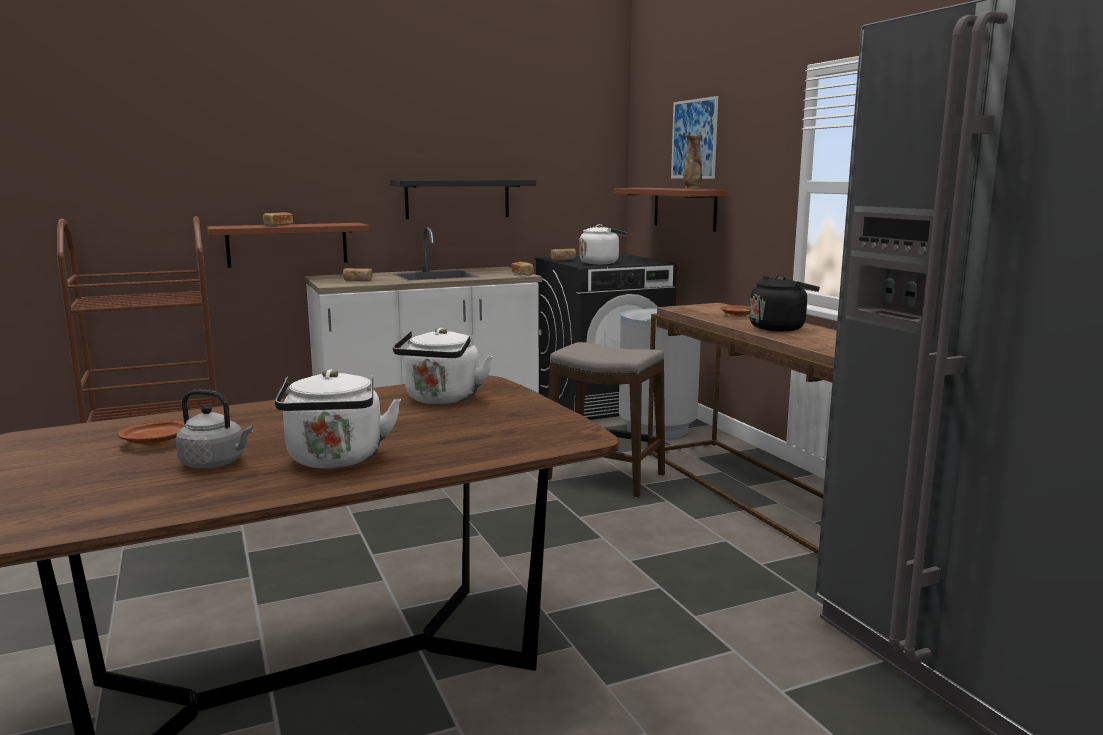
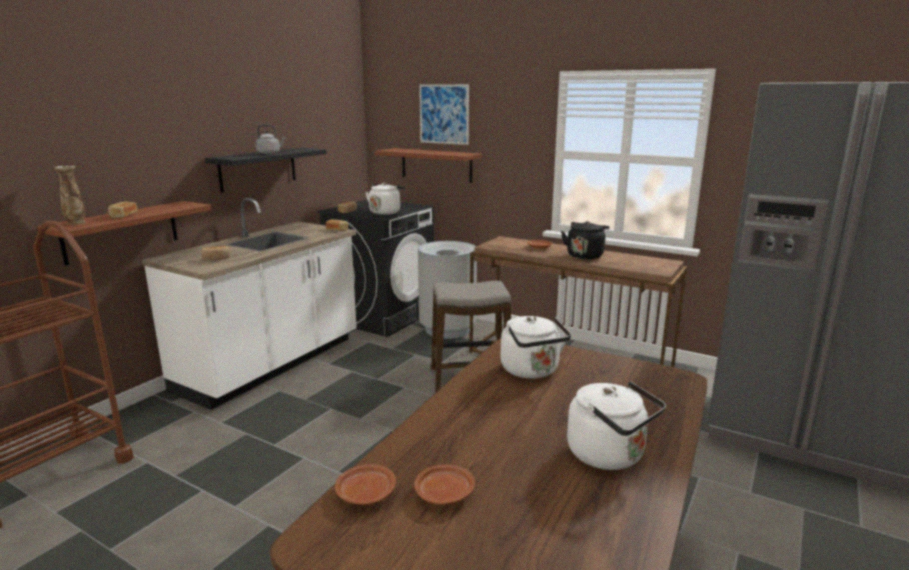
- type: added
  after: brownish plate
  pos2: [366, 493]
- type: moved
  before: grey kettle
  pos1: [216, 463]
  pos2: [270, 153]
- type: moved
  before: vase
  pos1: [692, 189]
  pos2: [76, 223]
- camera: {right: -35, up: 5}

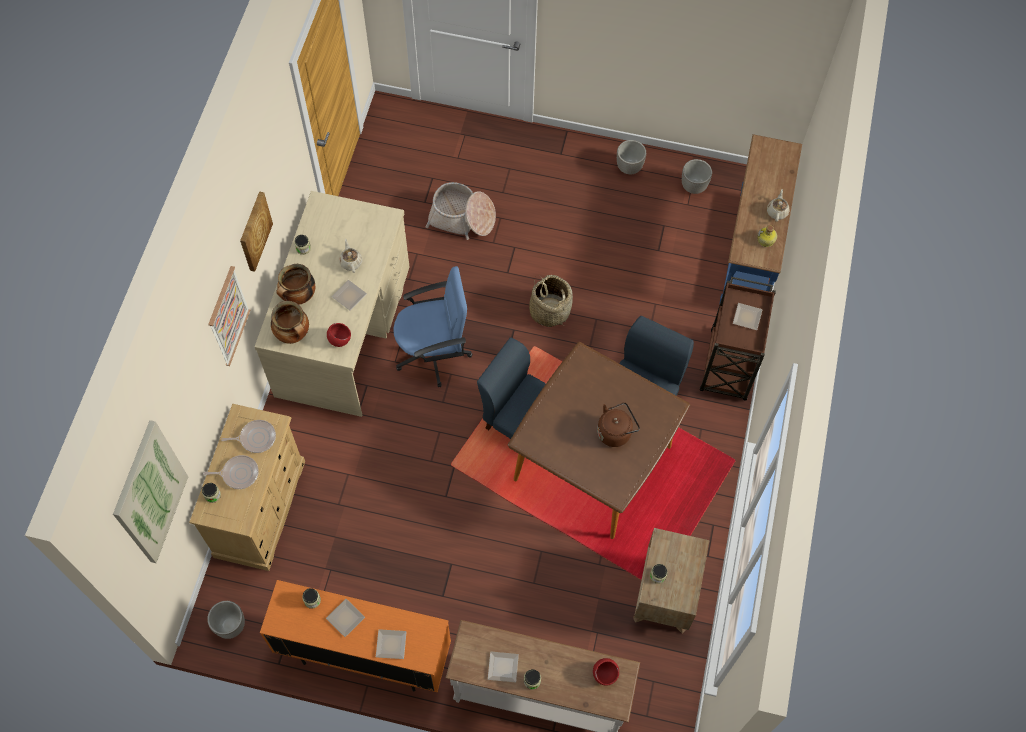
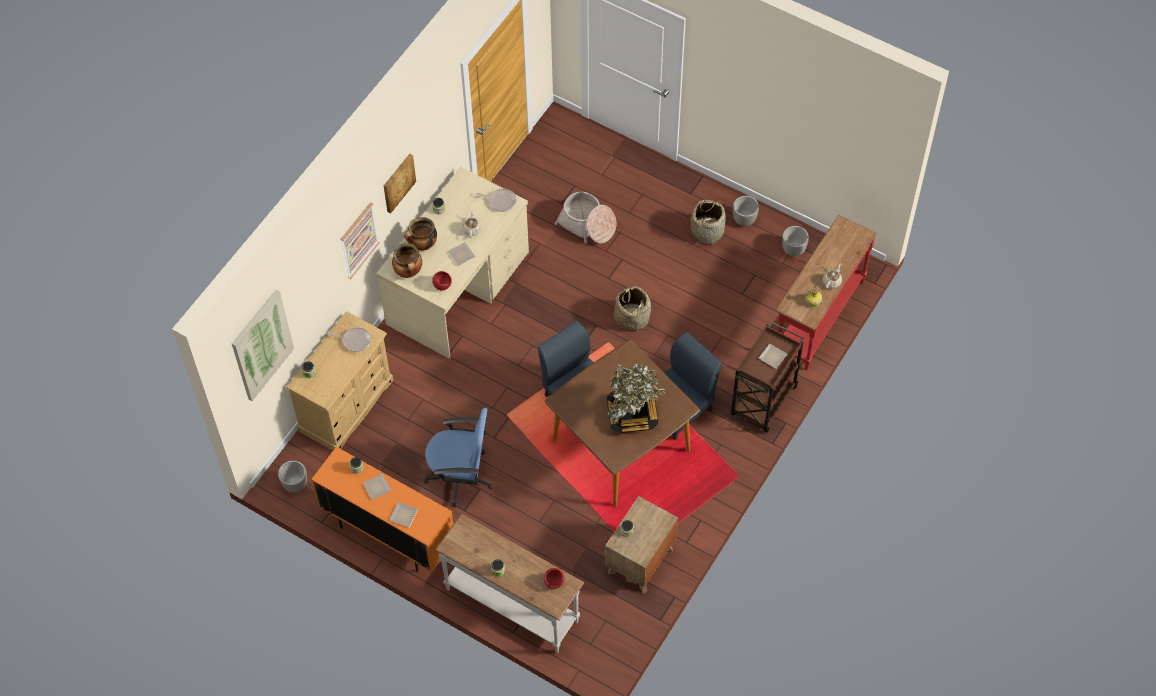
- type: removed
  before: plate
  pos1: [504, 666]
- type: added
  after: household basket
  pos2: [707, 231]
- type: moved
  before: frying pan
  pos1: [238, 473]
  pos2: [501, 201]
- type: moved
  before: bluish computer chair
  pos1: [434, 352]
  pos2: [461, 476]
- type: replaced
  before: brownish kettle
  after: houseplant
  pos1: [616, 432]
  pos2: [632, 414]
- type: recoloured
  before: bluish hall table
  after: reddish hall table
  pos1: [748, 253]
  pos2: [818, 317]
- camera: {right: 20, up: -5}

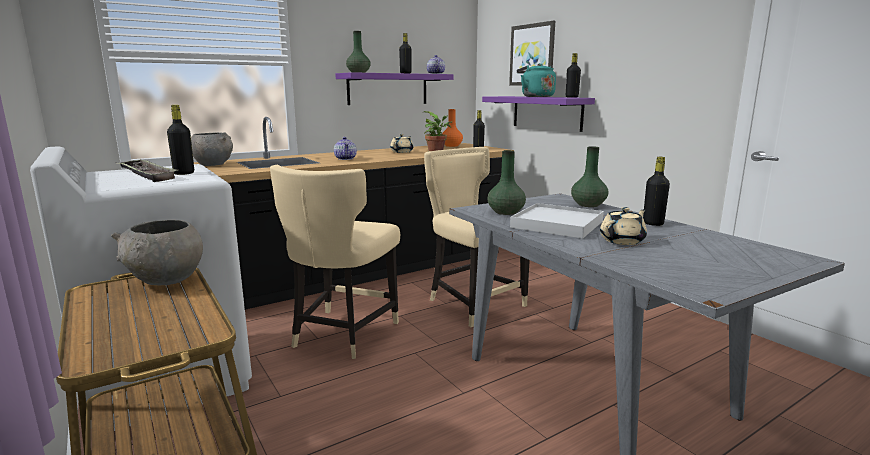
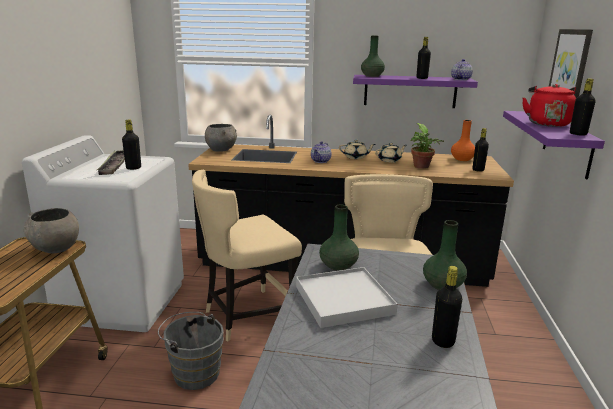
- type: added
  after: grey bucket
  pos2: [194, 372]
- type: moved
  before: beige tea pot
  pos1: [623, 241]
  pos2: [356, 157]
- type: recoloured
  before: blue-green kettle
  after: reddish kettle
  pos1: [535, 96]
  pos2: [546, 123]
- camera: {right: 40, up: 5}

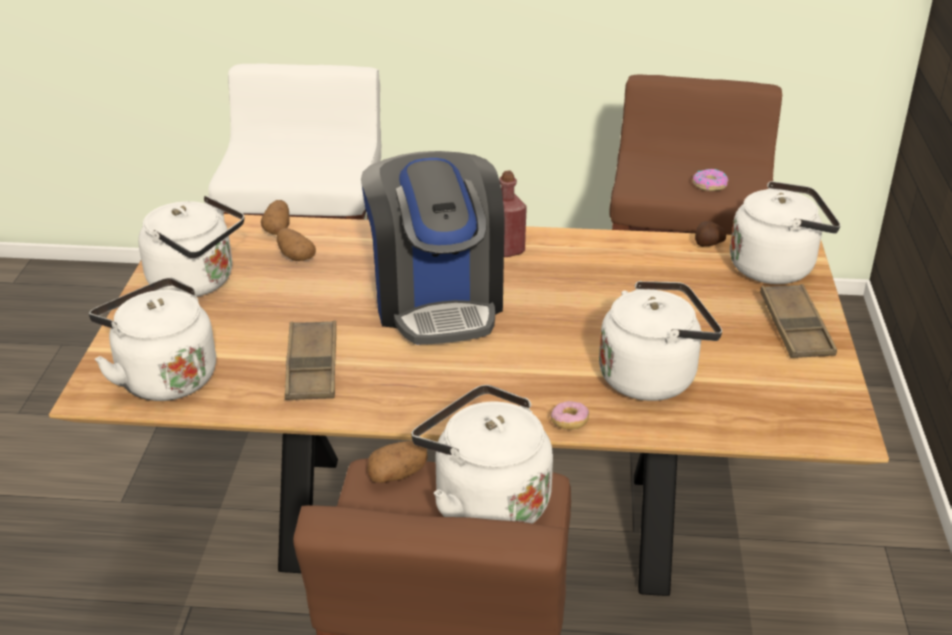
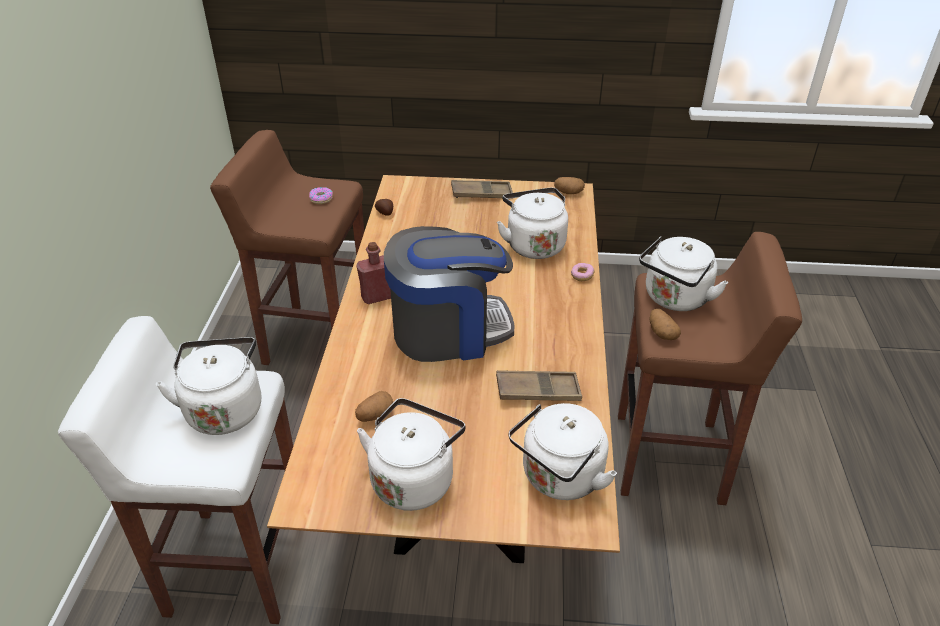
- type: moved
  before: potato
  pos1: [278, 229]
  pos2: [568, 192]
- type: moved
  before: white kettle
  pos1: [776, 267]
  pos2: [224, 408]
- camera: {right: -90, up: 5}

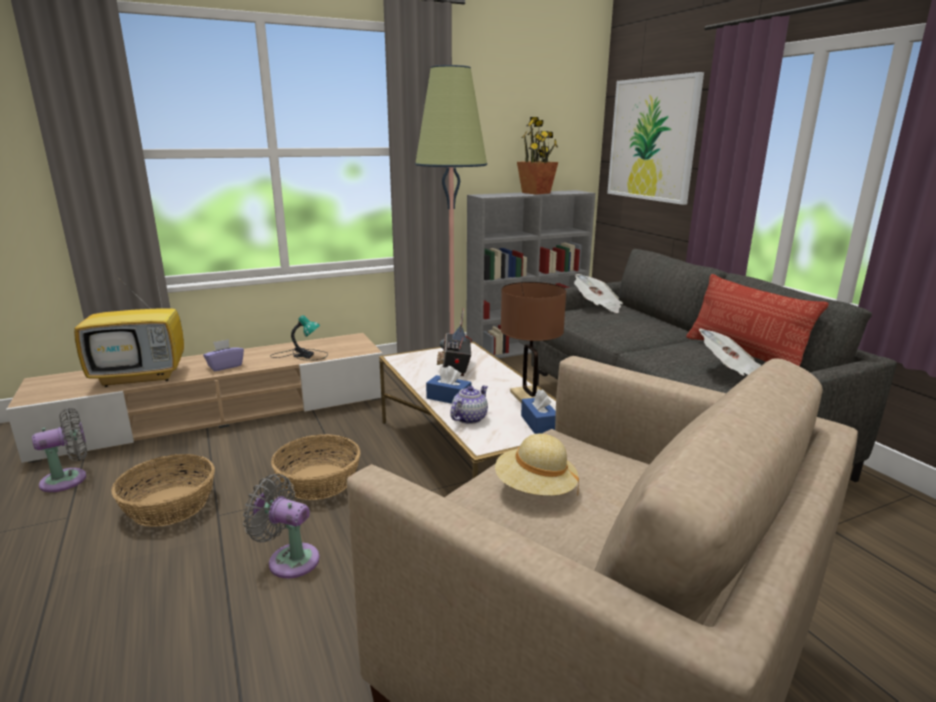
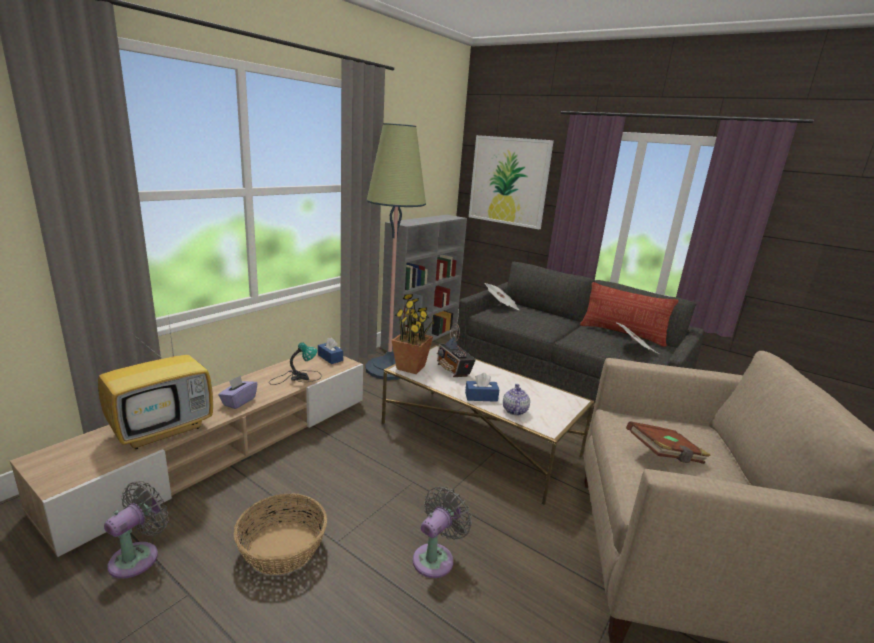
- type: removed
  before: household basket
  pos1: [319, 481]
- type: removed
  before: brownish lamp for a table
  pos1: [528, 396]
- type: moved
  before: houseplant
  pos1: [536, 193]
  pos2: [411, 367]
- type: moved
  before: bluish tissue box
  pos1: [539, 424]
  pos2: [330, 358]
- type: replaced
  before: beige wearable hat
  after: brownish volume
  pos1: [535, 489]
  pos2: [664, 456]
- type: turned
  before: grey fan
  pos1: [289, 559]
  pos2: [436, 558]
  turn: 135
- camera: {right: -30, up: 0}

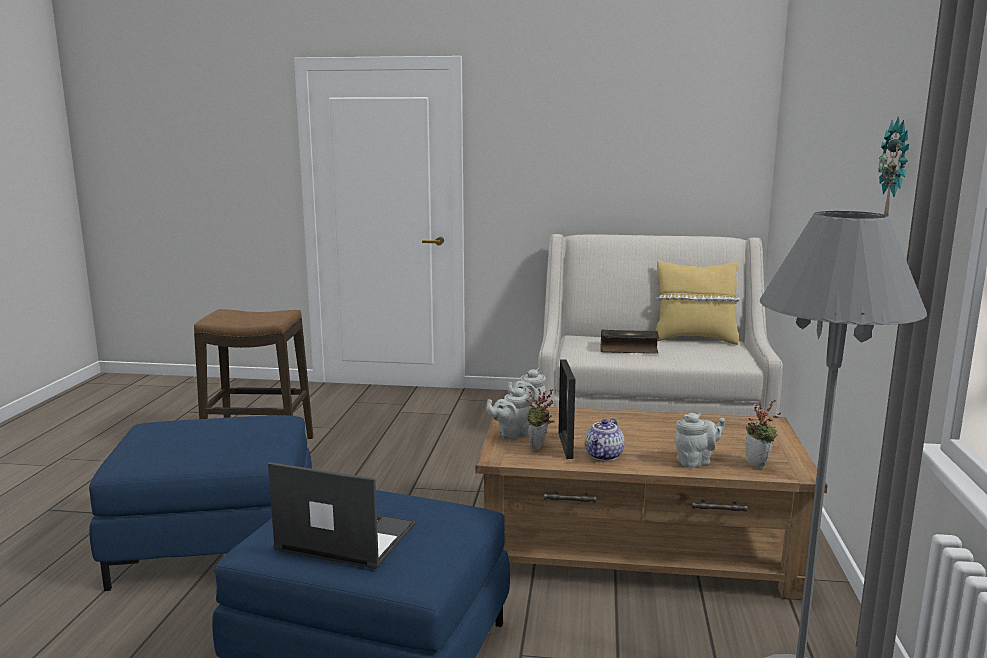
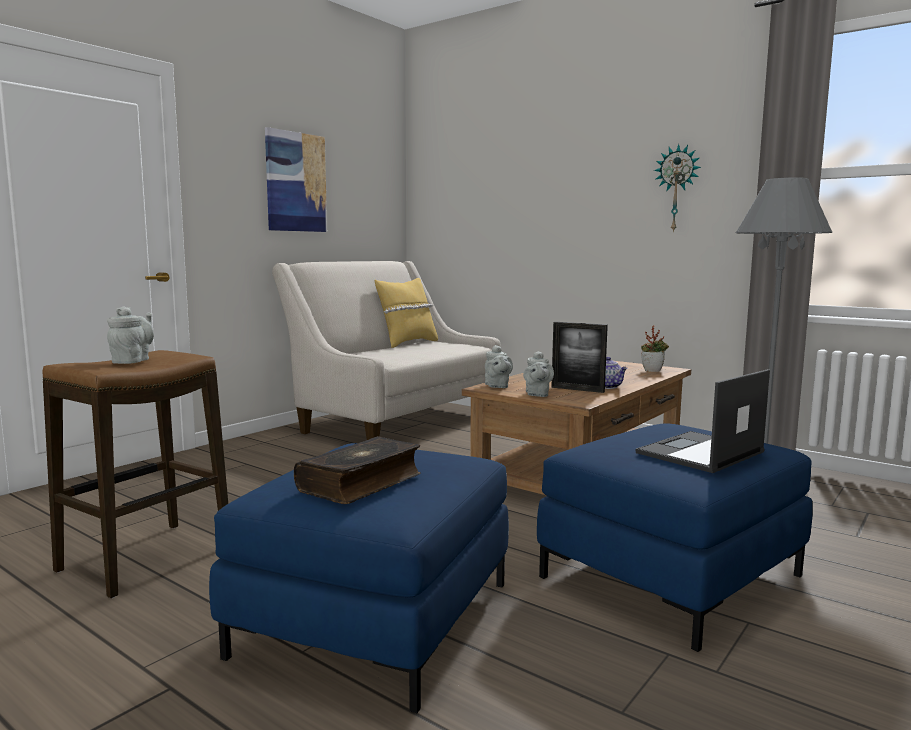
- type: removed
  before: houseplant
  pos1: [539, 447]
- type: added
  after: picture
  pos2: [296, 182]
- type: moved
  before: volume
  pos1: [628, 349]
  pos2: [361, 483]
- type: moved
  before: grey tea pot
  pos1: [696, 461]
  pos2: [133, 361]
- camera: {right: -60, up: -5}

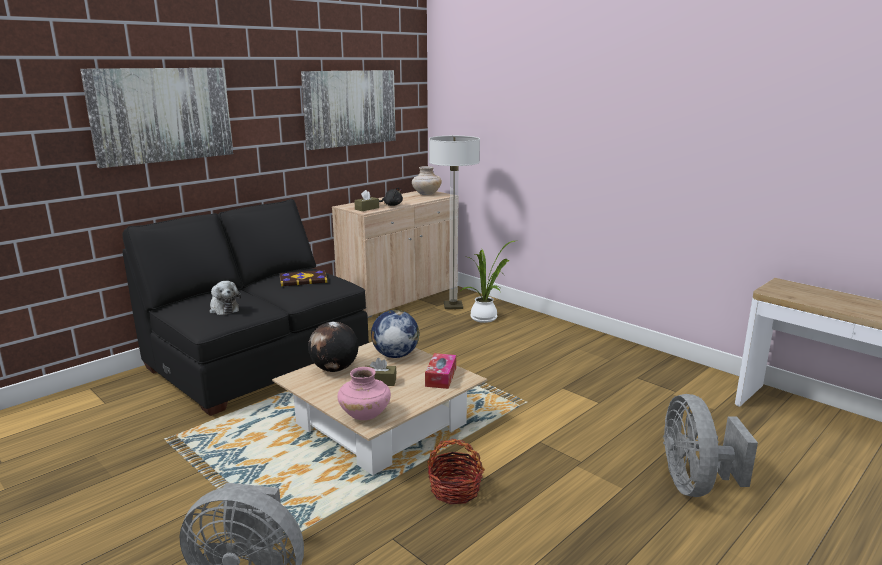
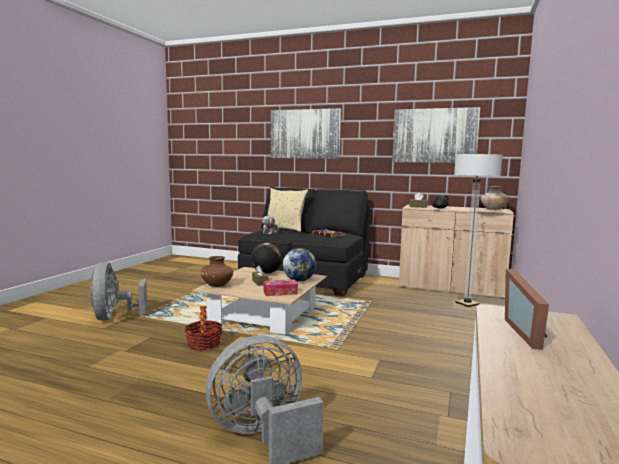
- type: removed
  before: houseplant
  pos1: [486, 318]
- type: added
  after: beige cushion
  pos2: [285, 229]
- type: added
  after: photo frame
  pos2: [529, 332]
- type: recoloured
  before: pink-coloured vase
  after: brownish vase
  pos1: [365, 415]
  pos2: [217, 285]
- camera: {right: 65, up: -10}

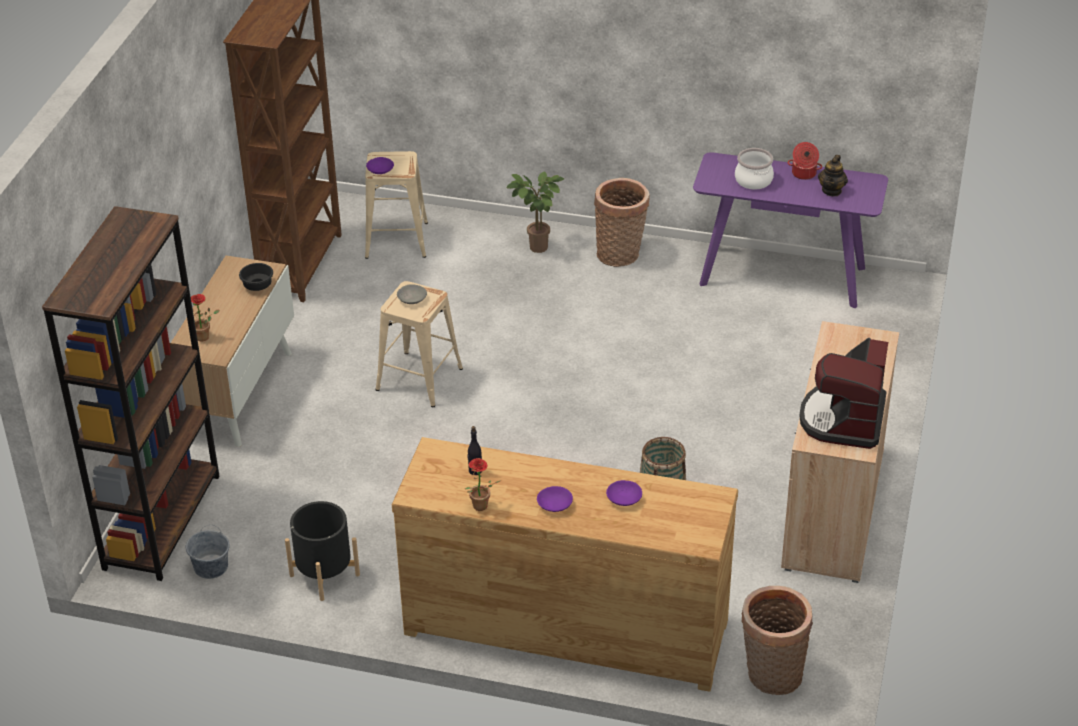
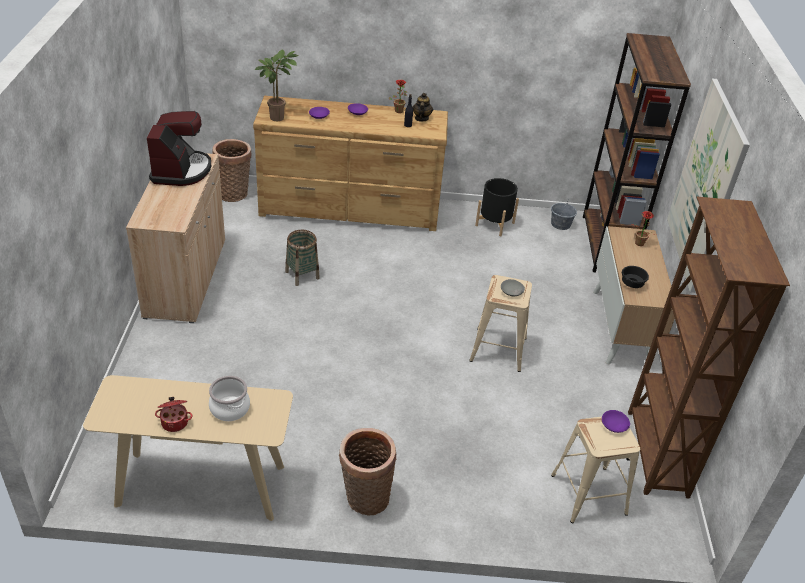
- type: added
  after: picture
  pos2: [706, 186]
- type: moved
  before: houseplant
  pos1: [537, 249]
  pos2: [277, 116]
- type: moved
  before: tea pot
  pos1: [832, 190]
  pos2: [421, 118]
- type: recoloured
  before: purple hall table
  after: beige hall table
  pos1: [783, 276]
  pos2: [201, 486]
- camera: {right: 165, up: 0}

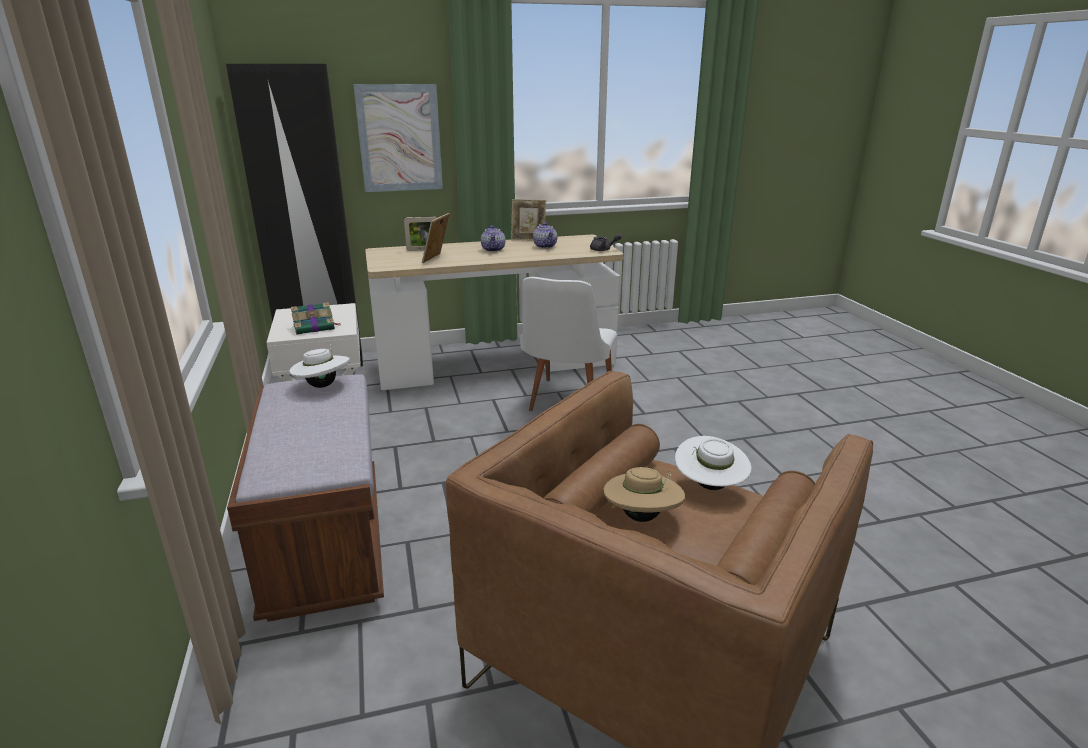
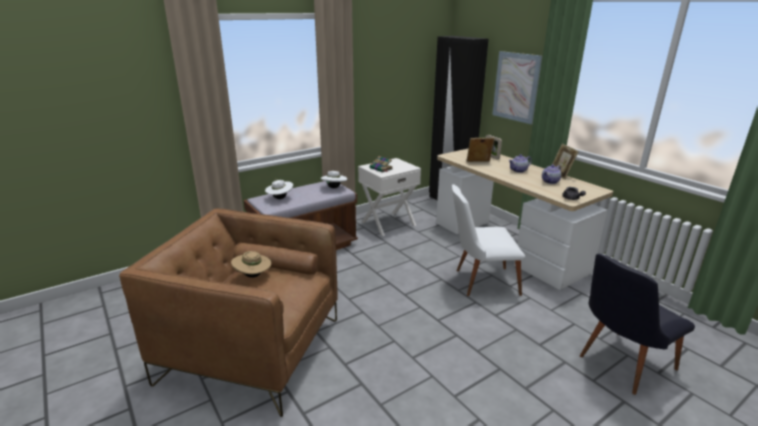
- type: added
  after: black upright chair
  pos2: [619, 364]
- type: moved
  before: white wearable hat
  pos1: [709, 486]
  pos2: [280, 198]
- camera: {right: 70, up: 0}

